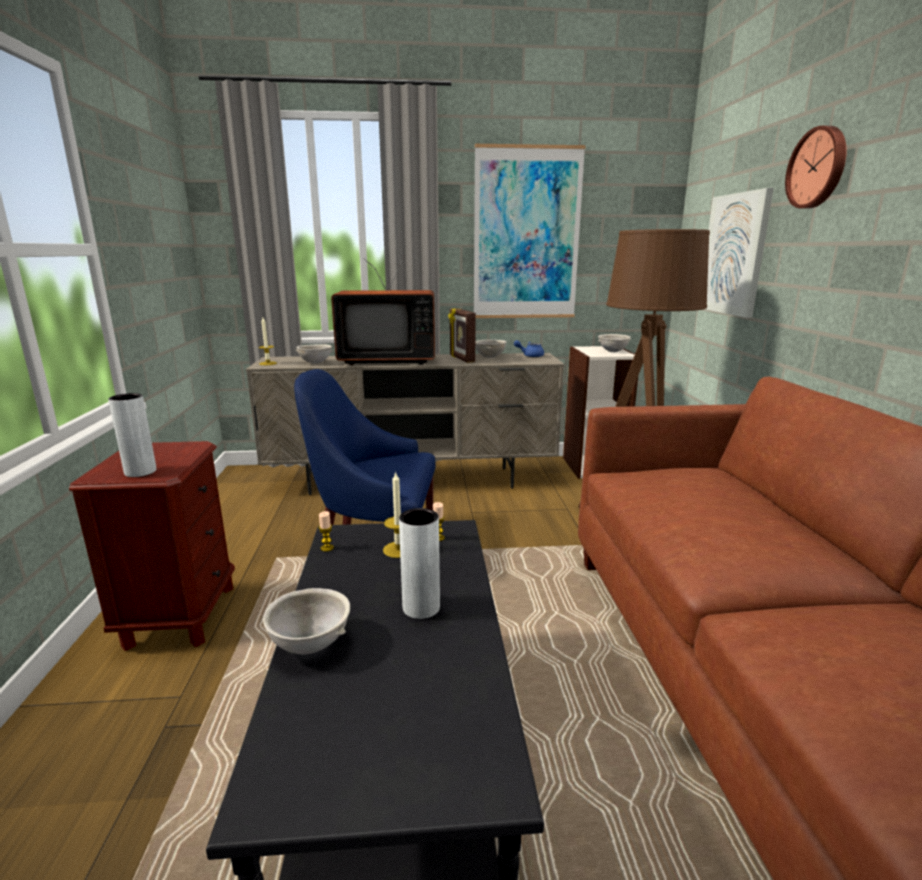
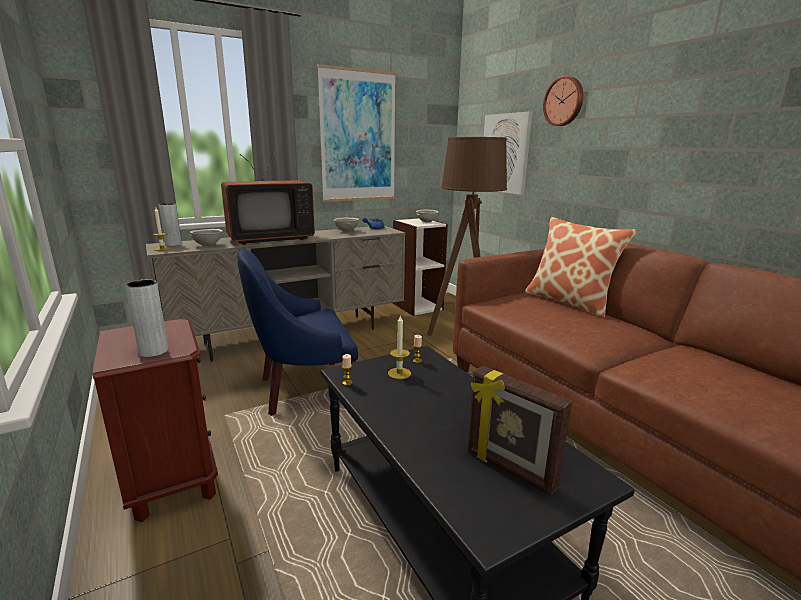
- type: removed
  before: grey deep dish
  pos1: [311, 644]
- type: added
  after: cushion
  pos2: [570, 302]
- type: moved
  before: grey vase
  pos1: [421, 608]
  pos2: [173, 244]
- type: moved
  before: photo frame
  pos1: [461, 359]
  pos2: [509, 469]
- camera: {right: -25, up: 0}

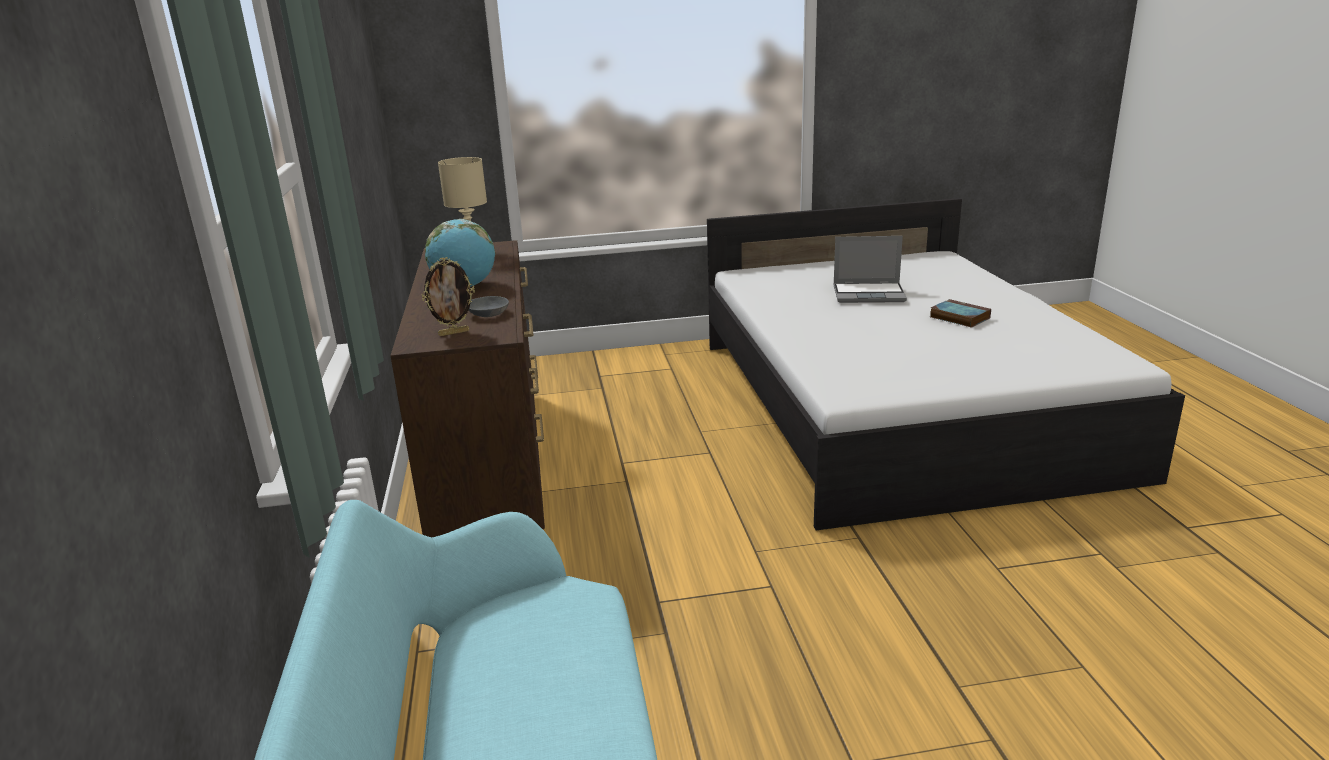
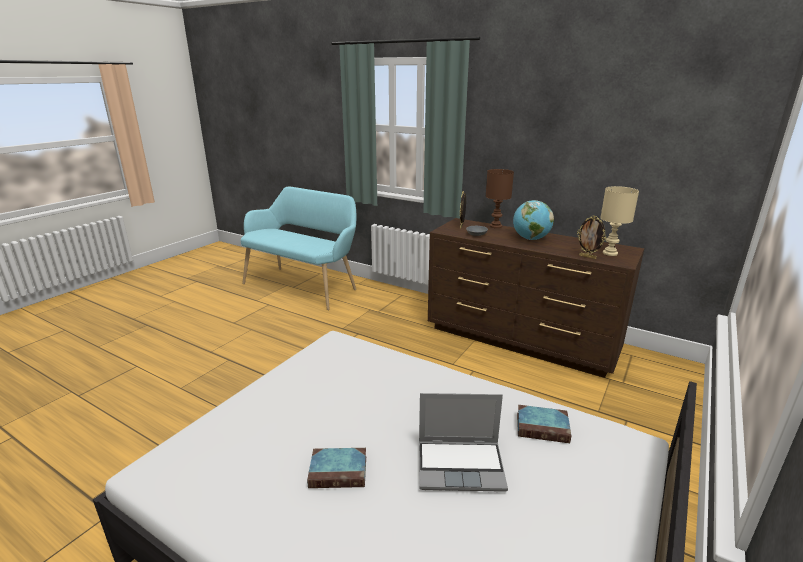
- type: added
  after: brownish lamp for a table
  pos2: [495, 226]
- type: added
  after: volume
  pos2: [543, 427]
- type: added
  after: photo frame
  pos2: [588, 257]
- type: turned
  before: laptop
  pos1: [869, 294]
  pos2: [461, 465]
  turn: -135
- camera: {right: 130, up: 0}

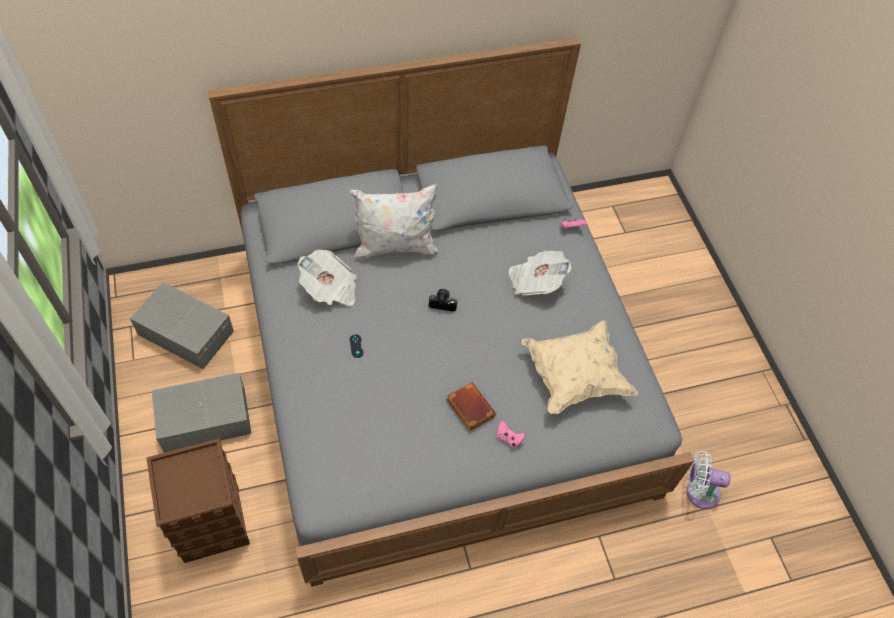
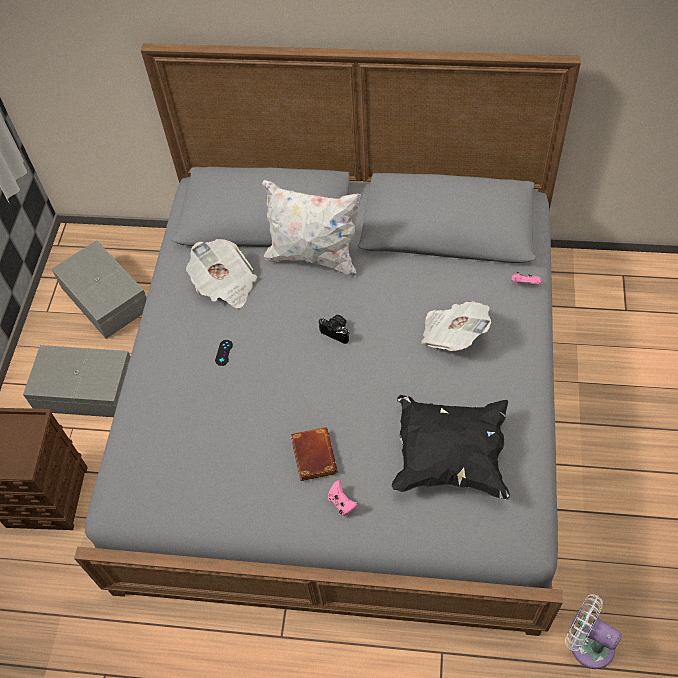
- type: recoloured
  before: beige cushion
  after: black cushion
  pos1: [574, 376]
  pos2: [449, 456]
- camera: {right: 30, up: 0}

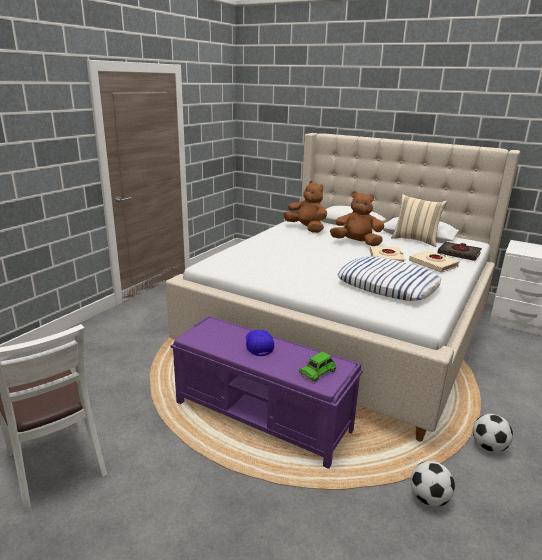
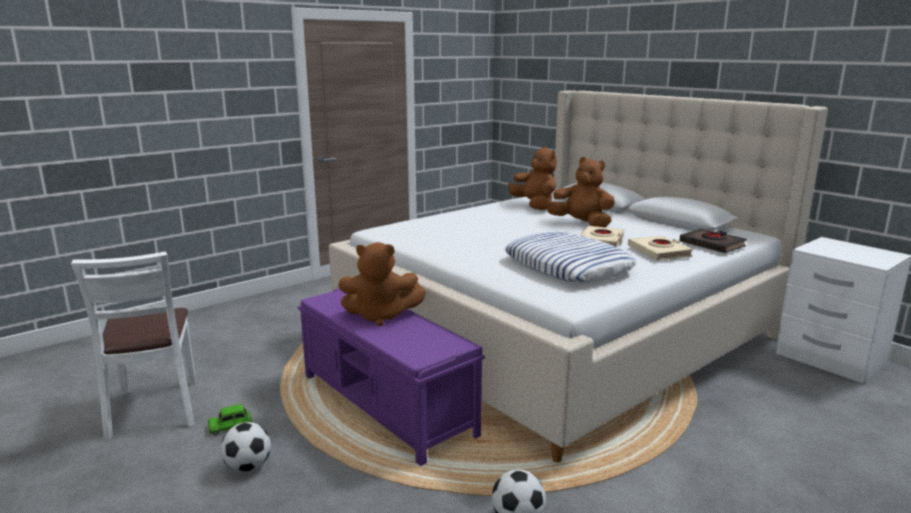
- type: removed
  before: beige cushion
  pos1: [415, 240]
- type: moved
  before: green toy car
  pos1: [317, 371]
  pos2: [230, 425]
- type: moved
  before: football
  pos1: [488, 447]
  pos2: [248, 467]
- type: replaced
  before: bluish baseball cap
  after: brownish cuddly toy
  pos1: [258, 346]
  pos2: [381, 316]
- camera: {right: 20, up: -5}

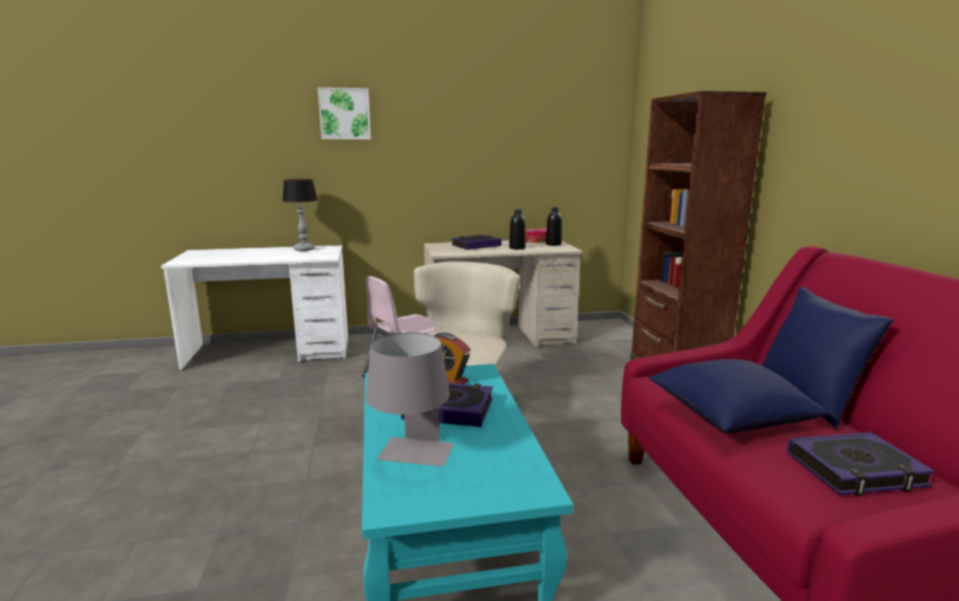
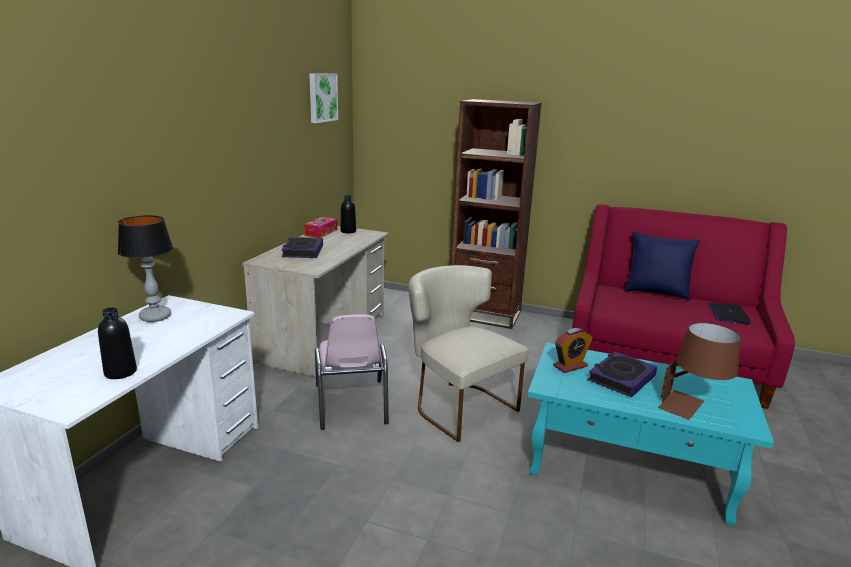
- type: removed
  before: bluish cushion
  pos1: [729, 417]
- type: moved
  before: picture
  pos1: [344, 114]
  pos2: [322, 97]
- type: moved
  before: black drink bottle
  pos1: [517, 248]
  pos2: [120, 372]
- type: replaced
  before: volume
  after: laptop
  pos1: [855, 470]
  pos2: [728, 314]
- type: recoloured
  before: grey lamp for a table
  after: brownish lamp for a table
  pos1: [412, 459]
  pos2: [692, 408]
- camera: {right: -60, up: 5}

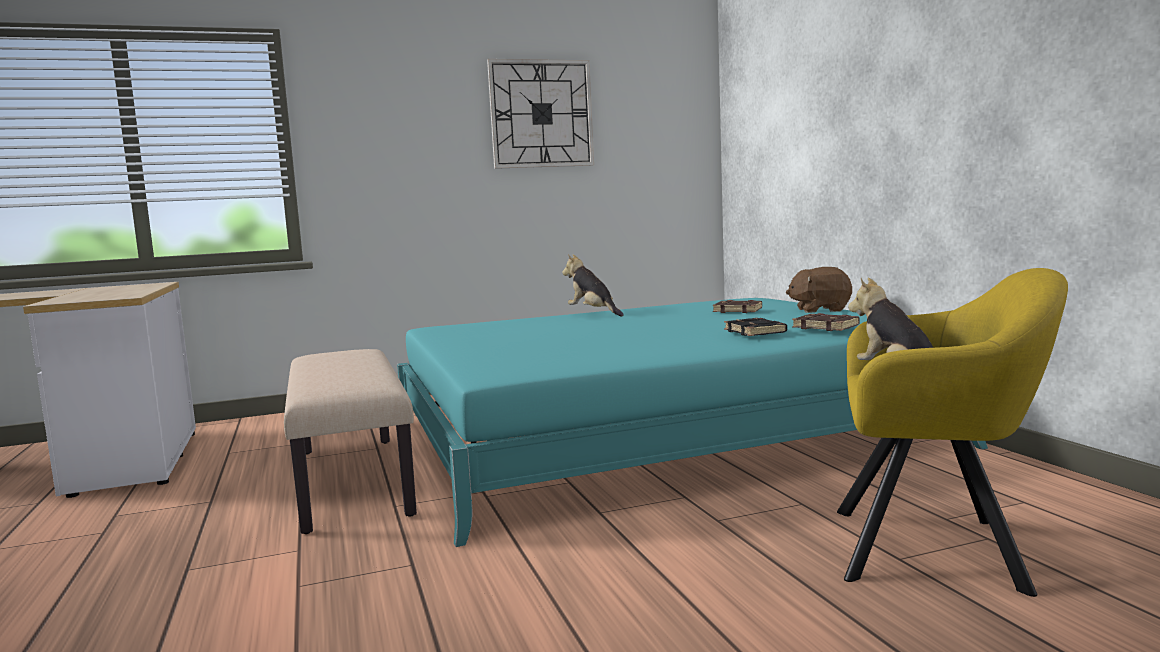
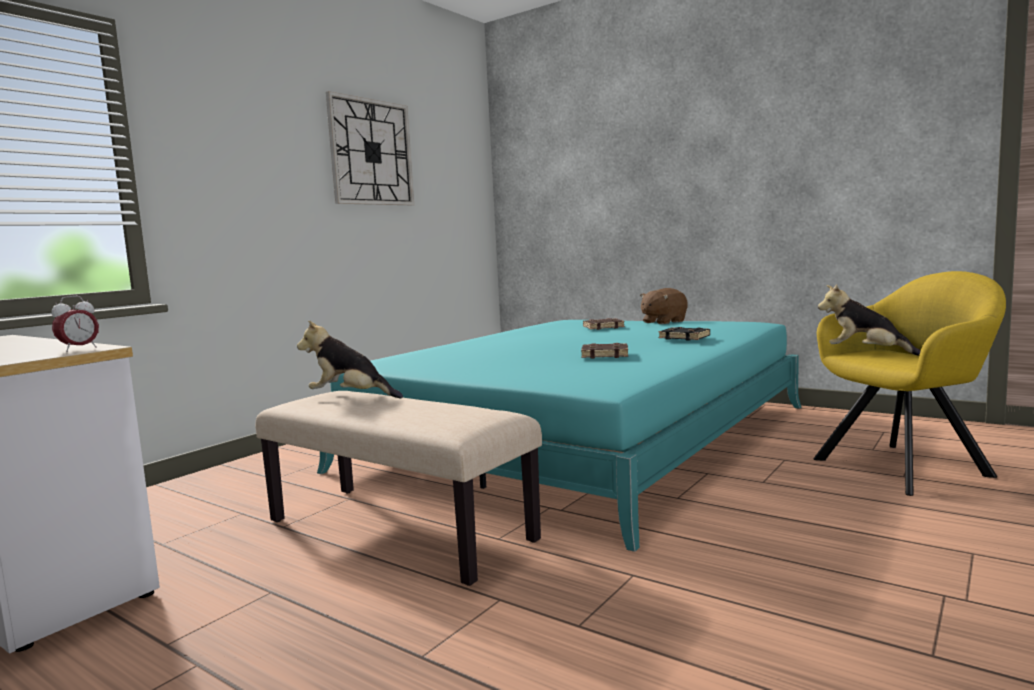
- type: added
  after: table clock
  pos2: [79, 349]
- type: moved
  before: cuddly toy
  pos1: [593, 313]
  pos2: [350, 397]
- type: moved
  before: brownish volume
  pos1: [826, 327]
  pos2: [605, 355]
- camera: {right: -35, up: 0}

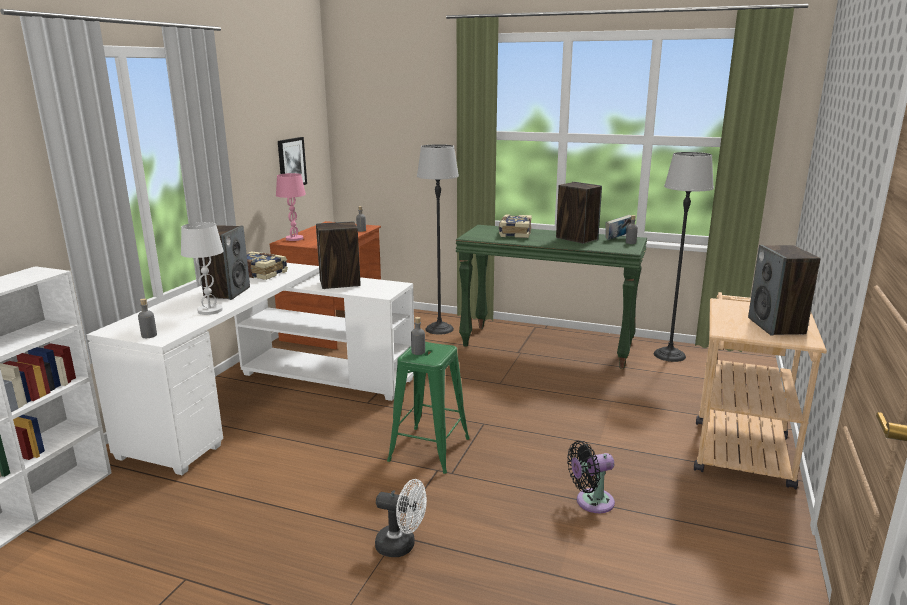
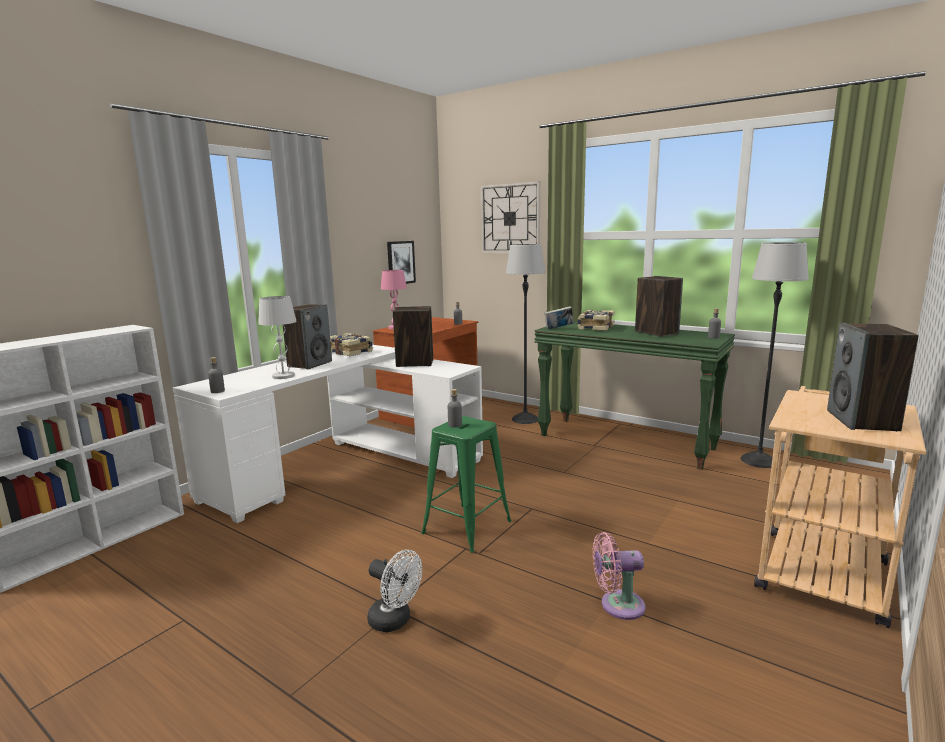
- type: added
  after: clock on the wall
  pos2: [510, 218]
- type: moved
  before: volume
  pos1: [618, 238]
  pos2: [558, 328]
- type: recoloured
  before: black fan
  after: pink-coloured fan
  pos1: [591, 502]
  pos2: [617, 605]
- camera: {right: 15, up: -5}

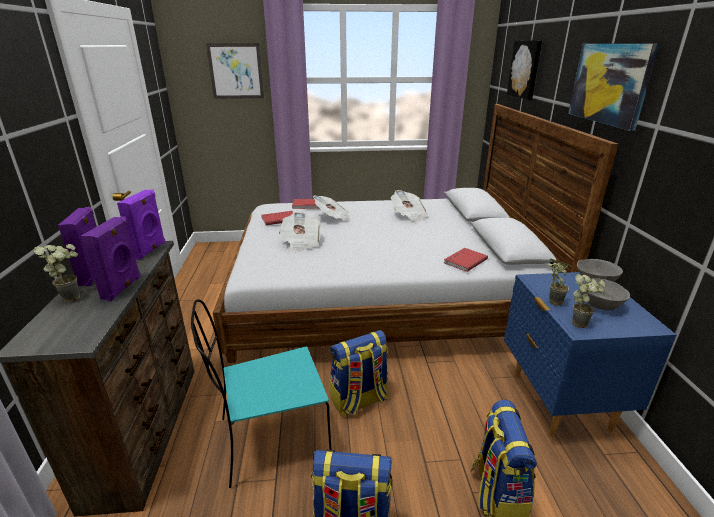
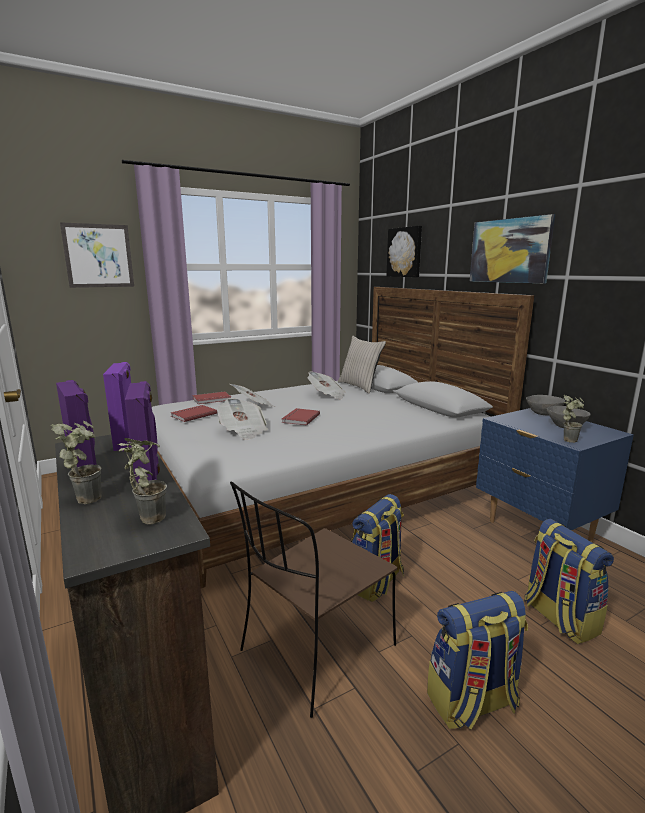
- type: added
  after: beige cushion
  pos2: [360, 386]
- type: moved
  before: reddish volume
  pos1: [464, 260]
  pos2: [299, 418]
- type: moved
  before: houseplant
  pos1: [551, 301]
  pos2: [145, 518]
- type: recoloured
  before: blue-green upright chair
  after: brownish upright chair
  pos1: [271, 439]
  pos2: [315, 650]
- camera: {right: -25, up: -10}

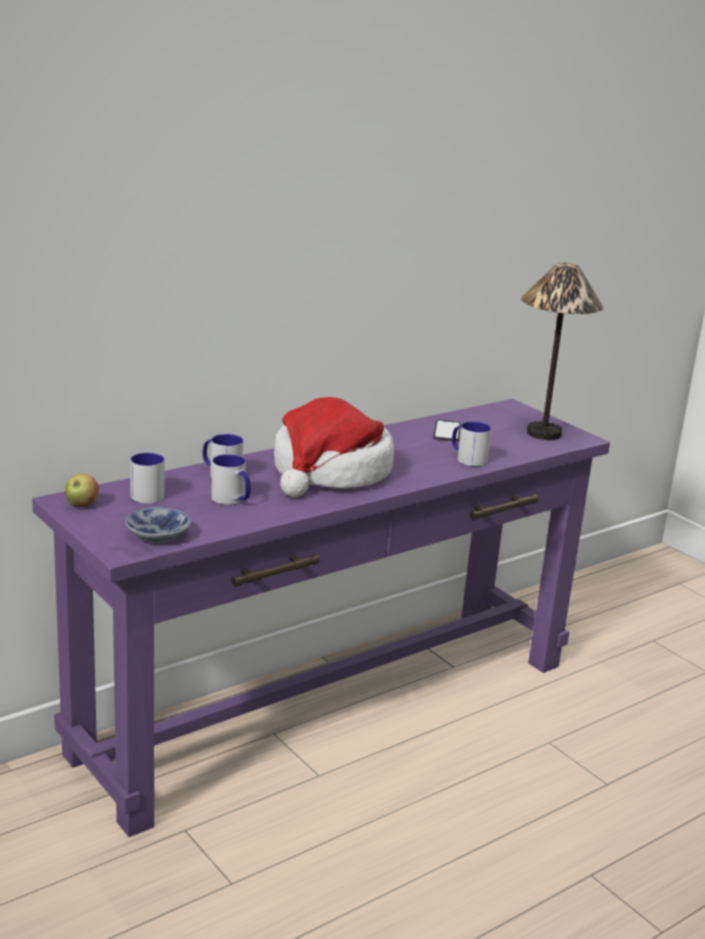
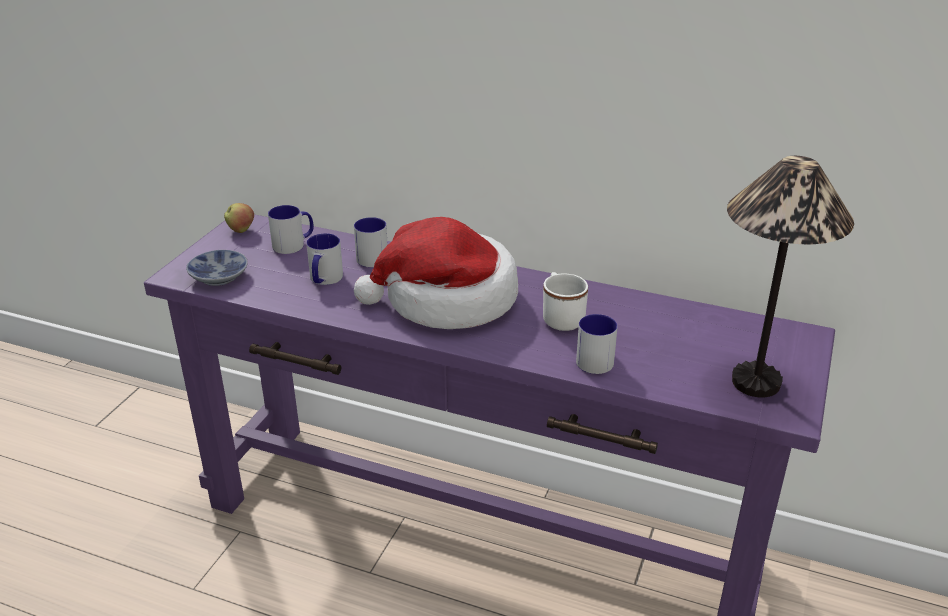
- type: removed
  before: telephone
  pos1: [447, 431]
- type: added
  after: white mug
  pos2: [561, 317]
- camera: {right: 60, up: 10}

